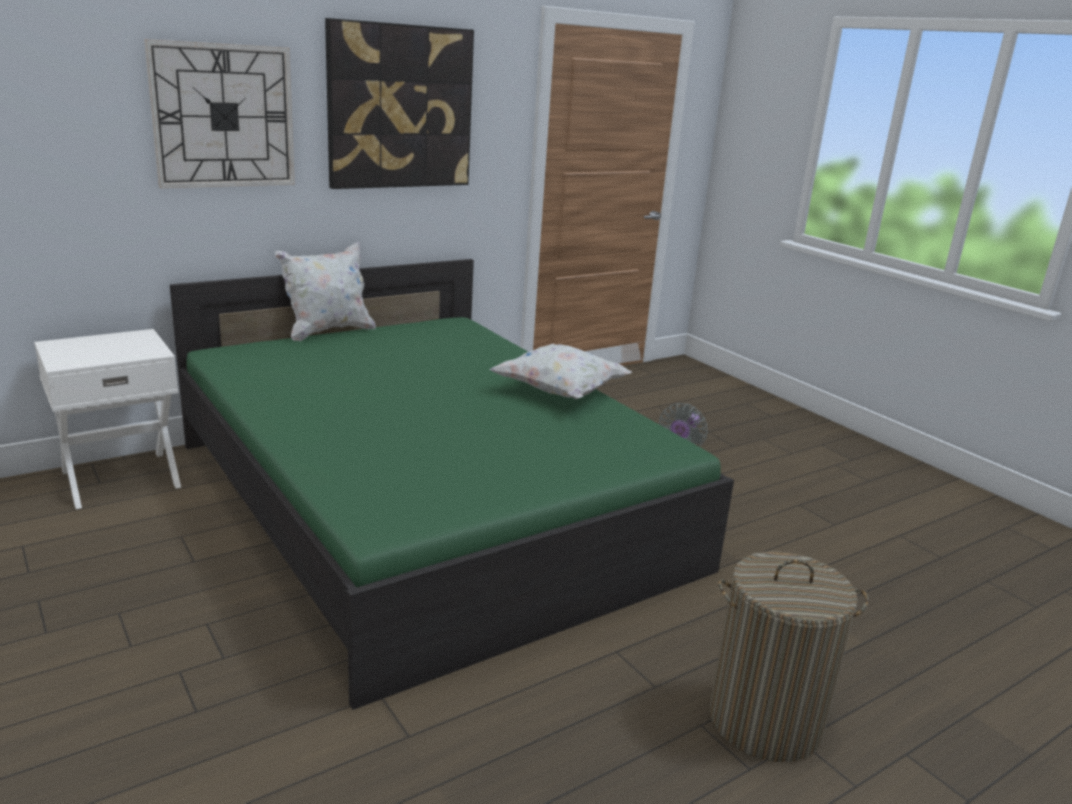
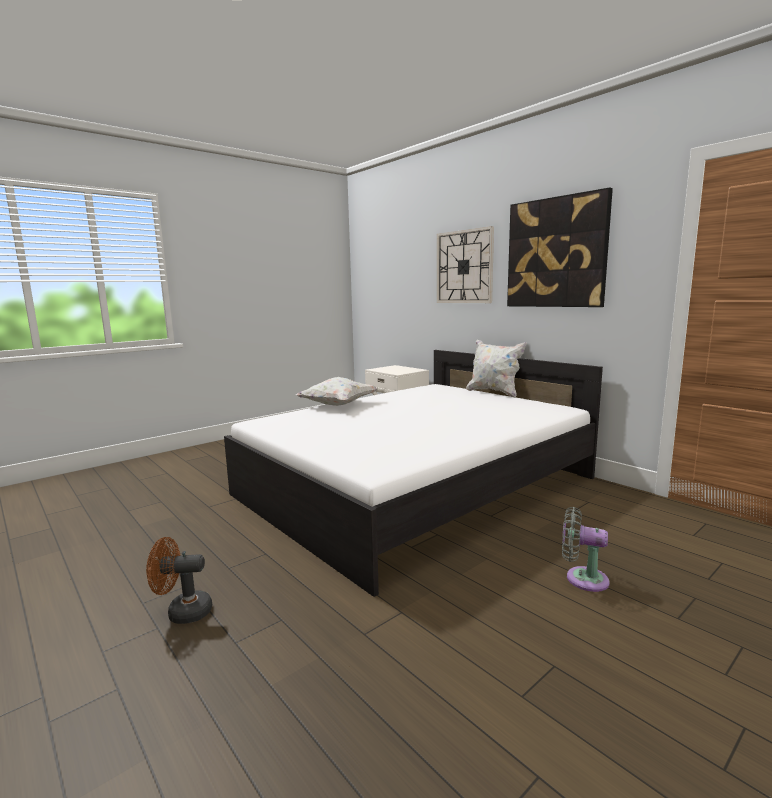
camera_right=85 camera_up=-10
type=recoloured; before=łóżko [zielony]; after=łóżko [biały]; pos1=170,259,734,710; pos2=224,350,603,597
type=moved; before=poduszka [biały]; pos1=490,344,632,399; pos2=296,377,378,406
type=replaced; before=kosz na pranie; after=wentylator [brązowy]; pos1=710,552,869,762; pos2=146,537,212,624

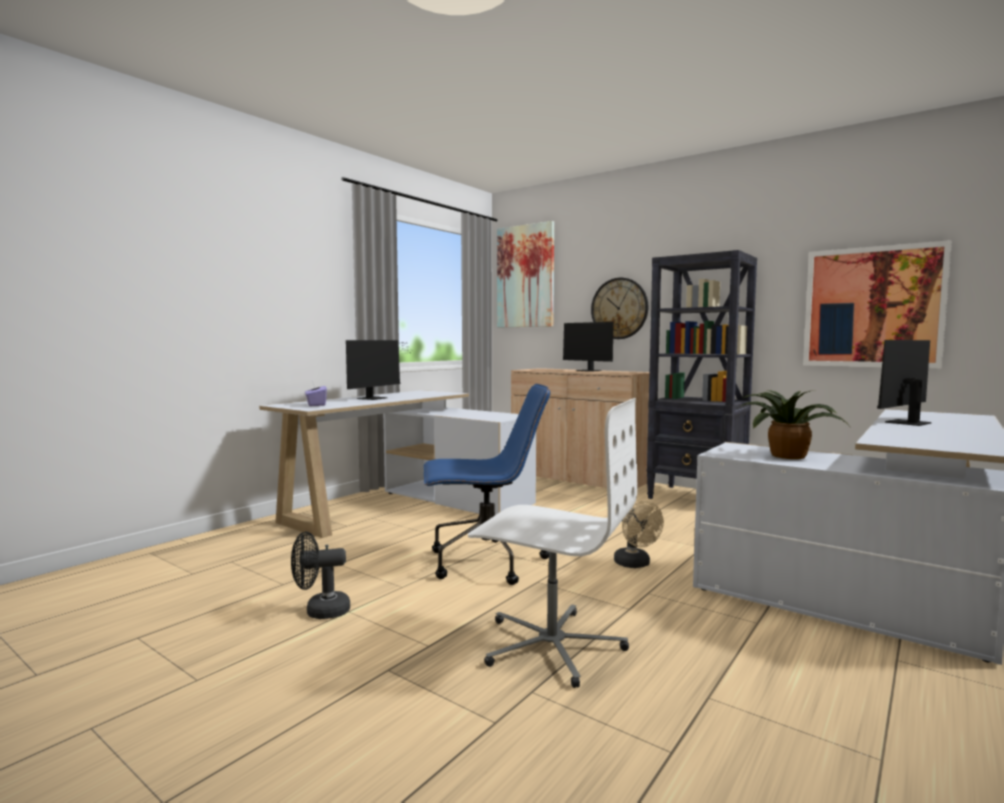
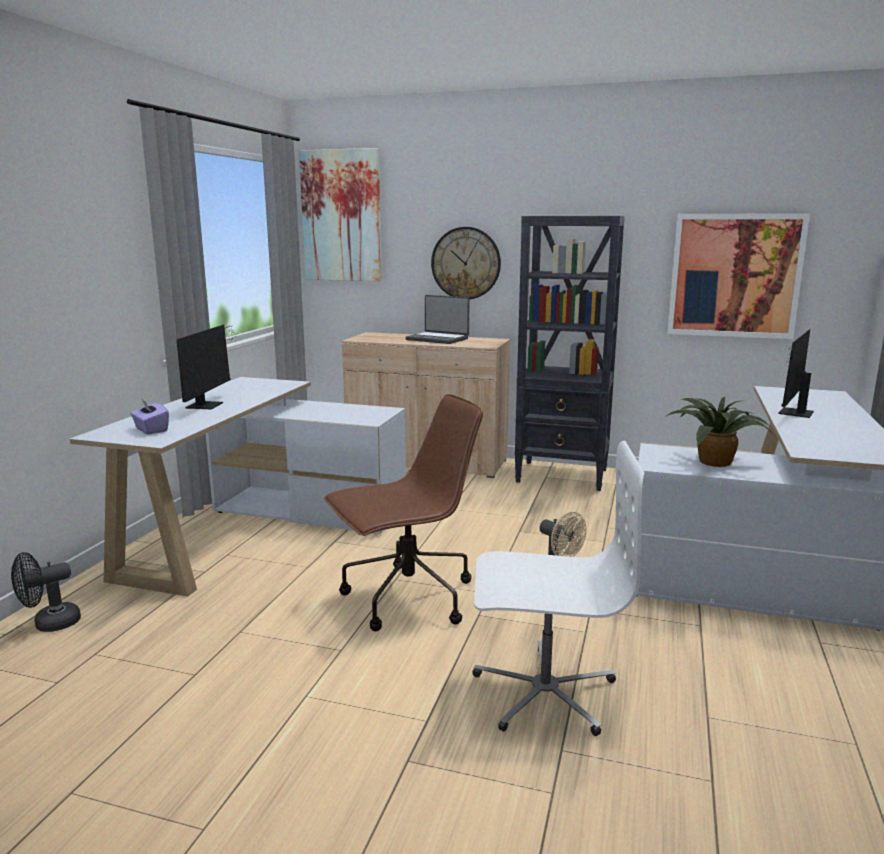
camera_right=-20 camera_up=10
type=replaced; before=monitor; after=laptop; pos1=563,322,627,372; pos2=405,295,470,344
type=recoloured; before=krzesło biurowe [niebieski]; after=krzesło biurowe [brązowy]; pos1=424,384,550,585; pos2=324,394,483,631
type=moved; before=wentylator [czarny]; pos1=291,532,350,619; pos2=11,552,81,632

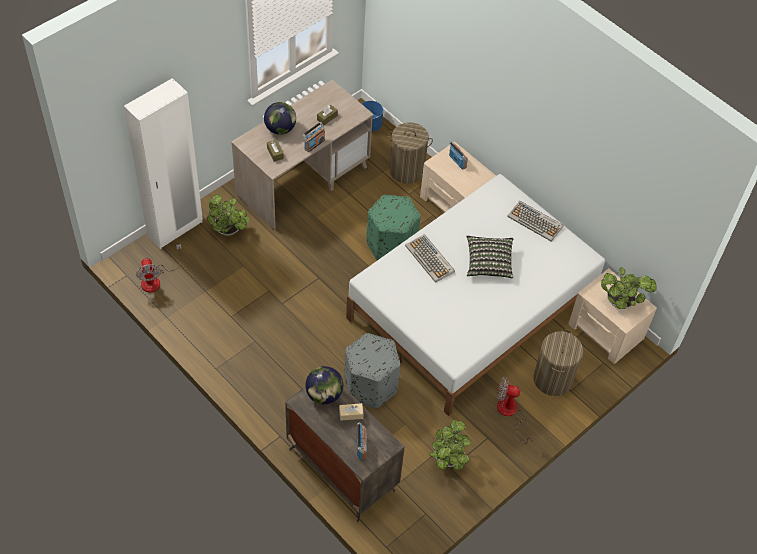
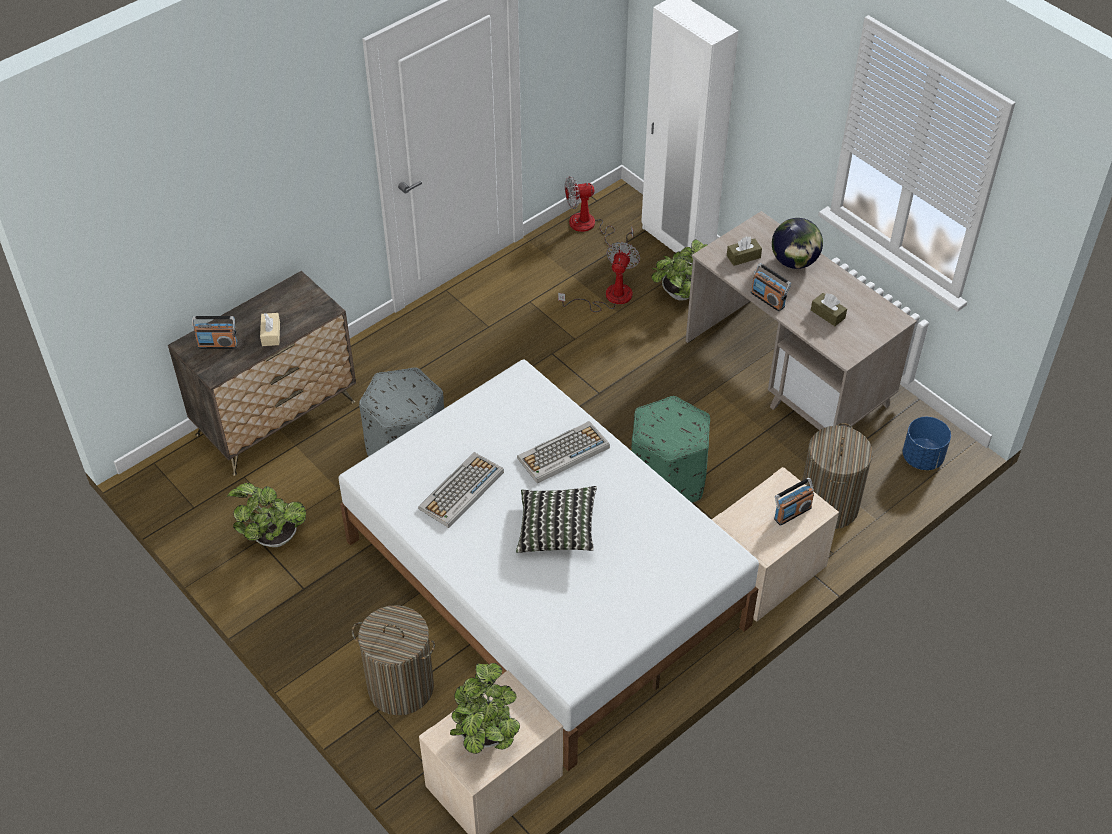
camera_right=95 camera_up=-5
type=moved; before=klawiatura; pos1=507,201,564,242; pos2=418,452,504,528
type=removed; before=globus; pos1=305,366,343,404
type=moved; before=wentylator; pos1=497,376,534,444; pos2=558,242,640,312

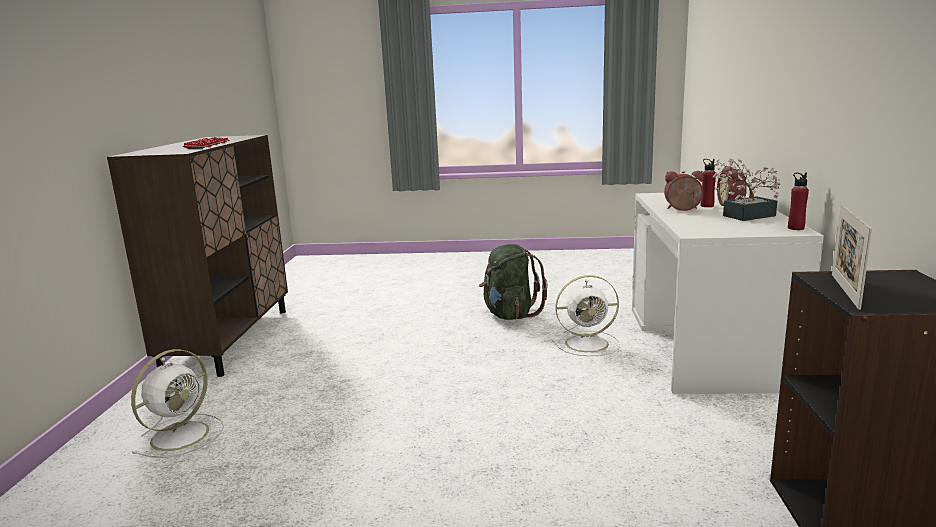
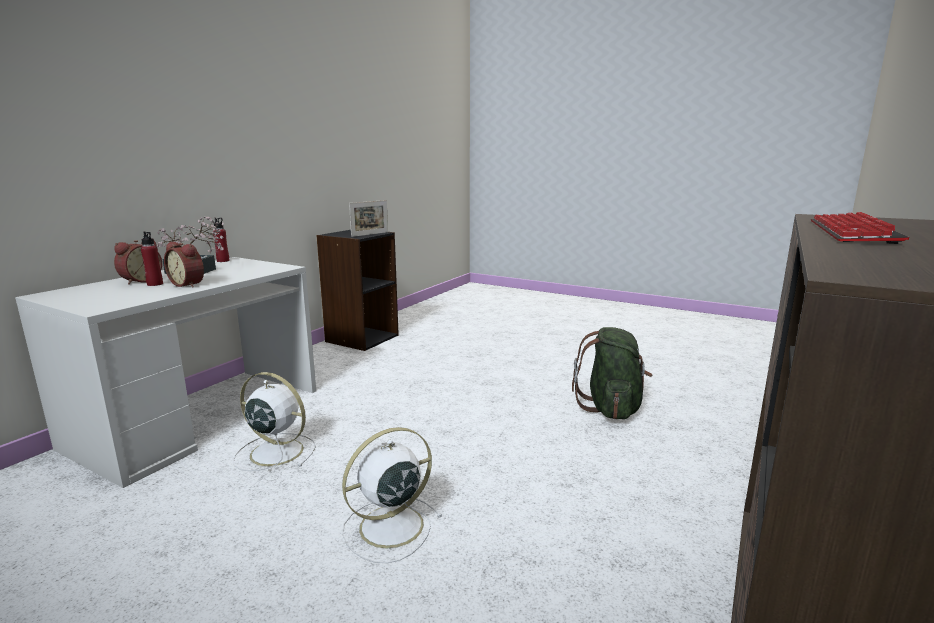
camera_right=-155 camera_up=0
type=moved; before=plecak [zielony]; pos1=479,244,548,320; pos2=572,327,652,419
type=moved; before=wentylator [biały]; pos1=131,349,224,458; pos2=342,427,443,563

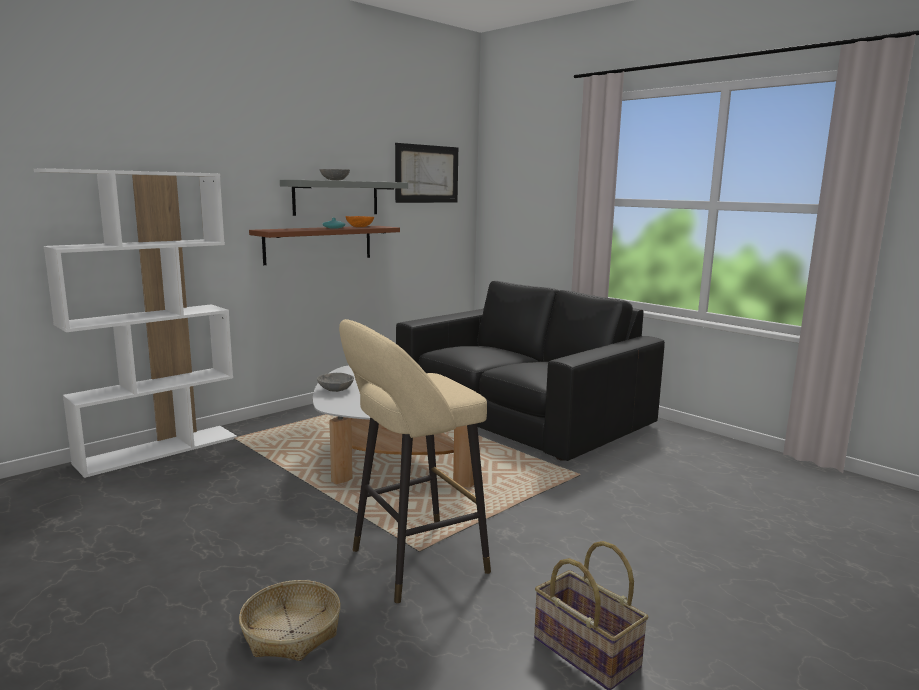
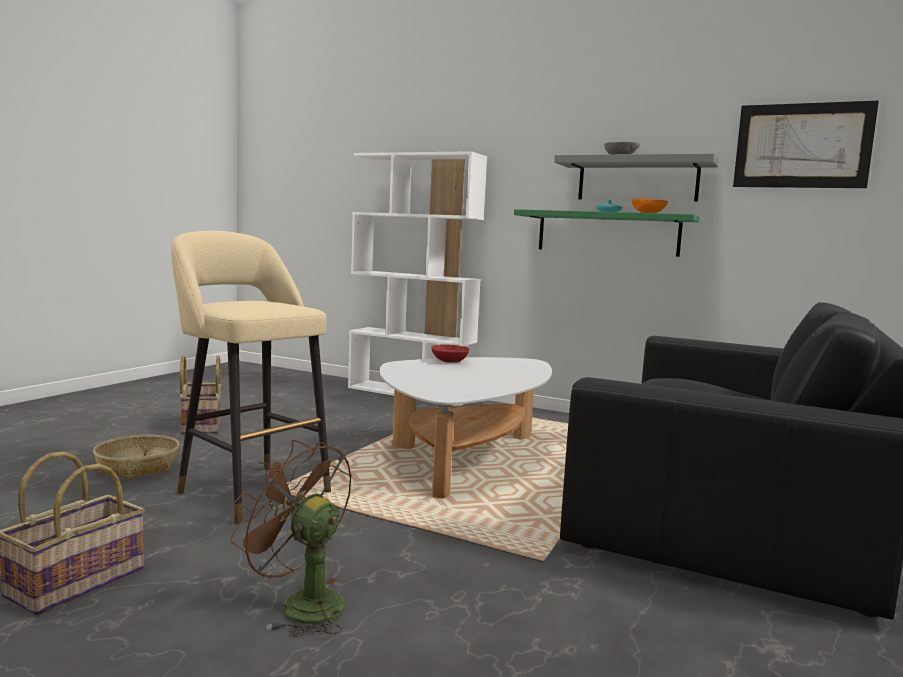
camera_right=70 camera_up=-5
type=recoloured; before=półka [brązowy]; after=półka [zielony]; pos1=249,226,400,265; pos2=514,209,699,257
type=recoloured; before=miska [szary]; after=miska [czerwony]; pos1=317,373,354,392; pos2=431,344,470,363
type=added; after=koszyk; pos2=179,356,222,434
type=added; after=wentylator [brązowy]; pos2=230,440,352,637

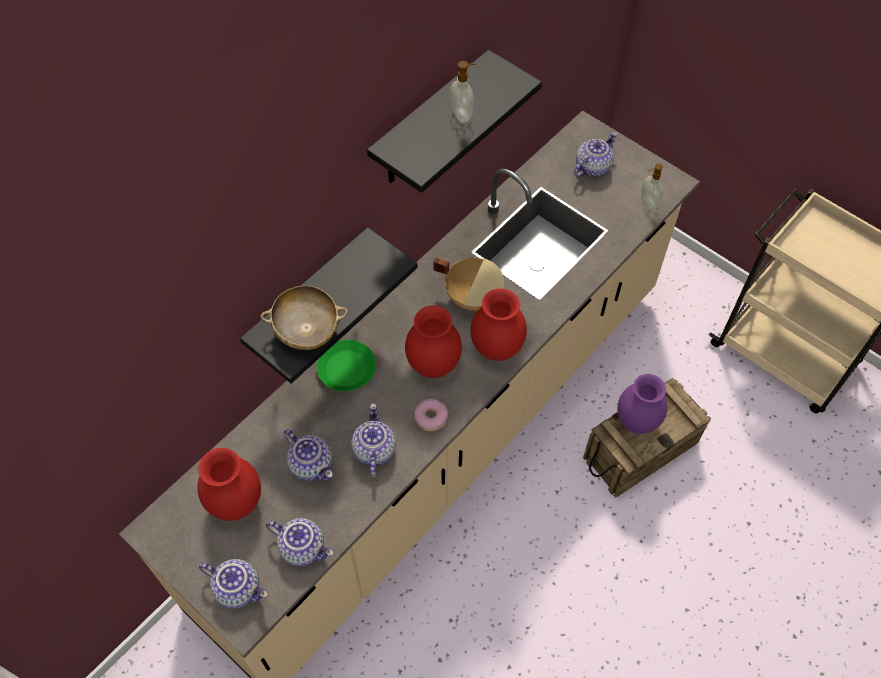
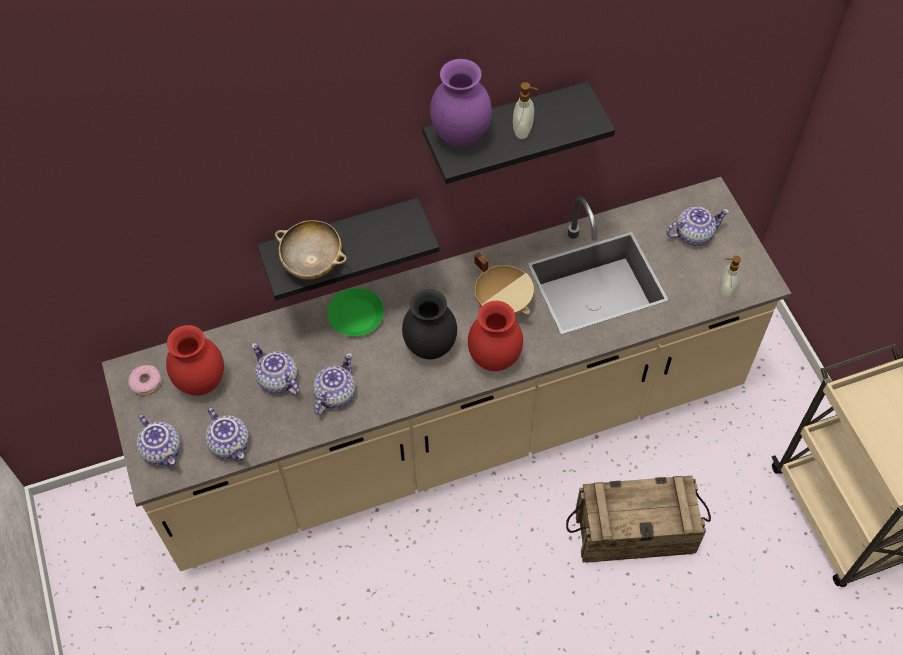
camera_right=30 camera_up=0
type=recoloured; before=wazon [czerwony]; after=wazon [czarny]; pos1=405,306,462,378; pos2=402,289,457,359
type=moved; before=wazon [fioletowy]; pos1=617,374,667,434; pos2=430,59,492,147
type=moved; before=donut; pos1=414,399,448,431; pos2=128,365,162,395
type=turned; before=imbryk; pos1=284,429,333,481; pos2=251,343,300,395; turn=150

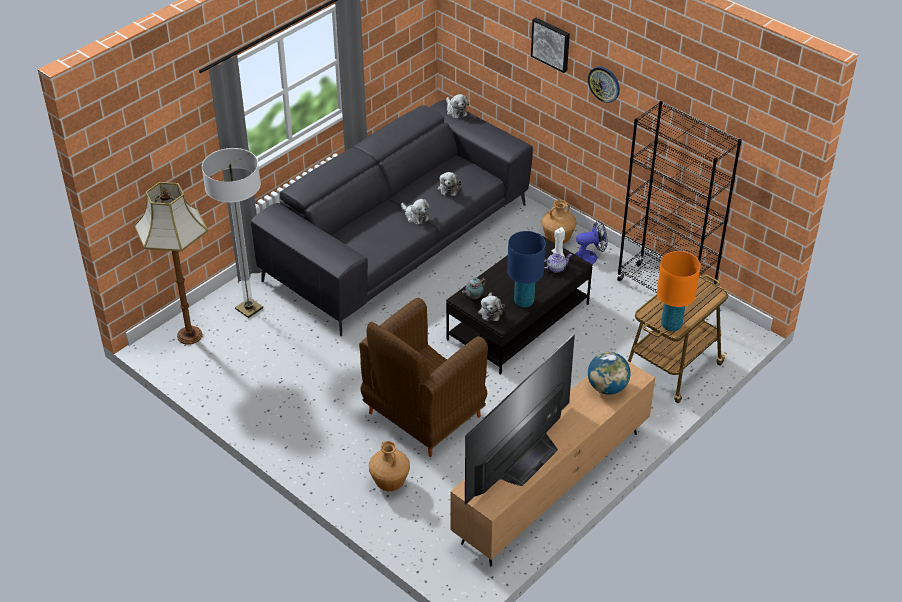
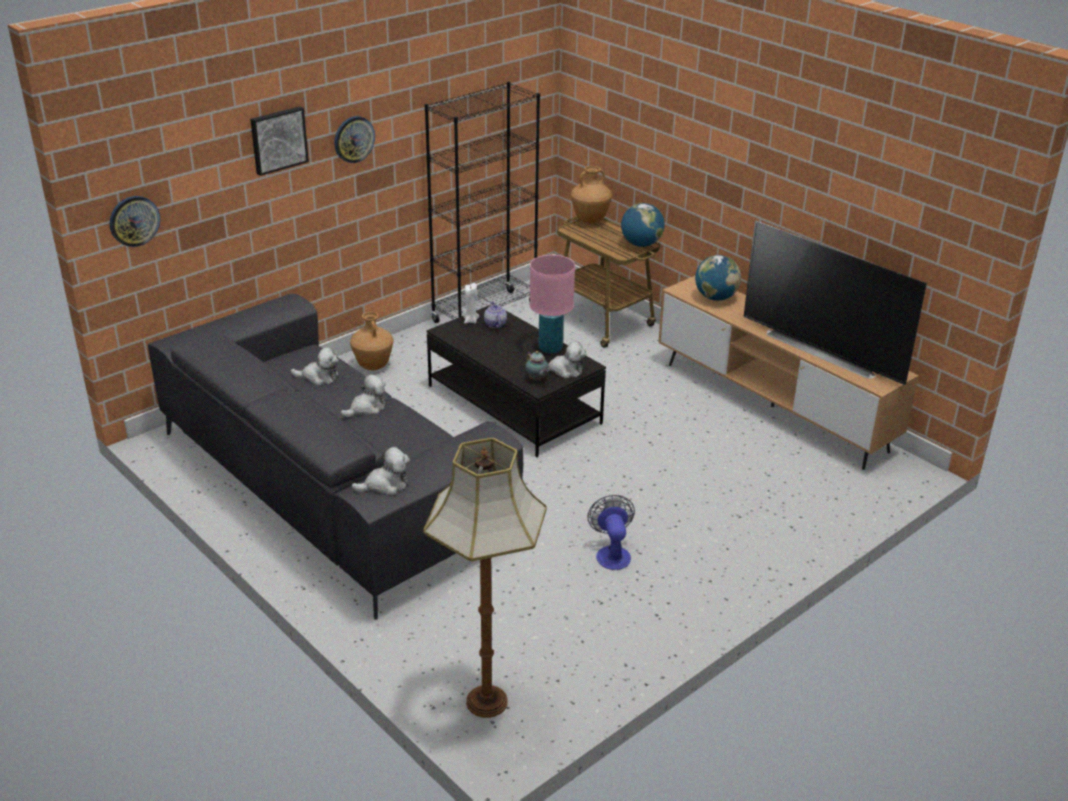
camera_right=-85 camera_up=-10
type=moved; before=pluszak; pos1=446,94,469,119; pos2=351,447,410,495
type=removed; before=lampa stojąca; pos1=202,148,263,318
type=moved; before=wentylator; pos1=575,221,607,264; pos2=588,495,635,570
type=recoloured; before=lampa stołowa [niebieski]; after=lampa stołowa [różowy]; pos1=507,231,546,307; pos2=530,255,575,353
type=replaced; before=lampa stołowa [pomarańczowy]; after=globus; pos1=657,251,701,331; pos2=621,203,665,247
type=removed; before=fotel [brązowy]; pos1=359,298,488,457
type=moved; before=wazon [brązowy]; pos1=369,441,410,491; pos2=571,166,612,223
type=added; after=zegar ścienny; pos2=110,196,160,247

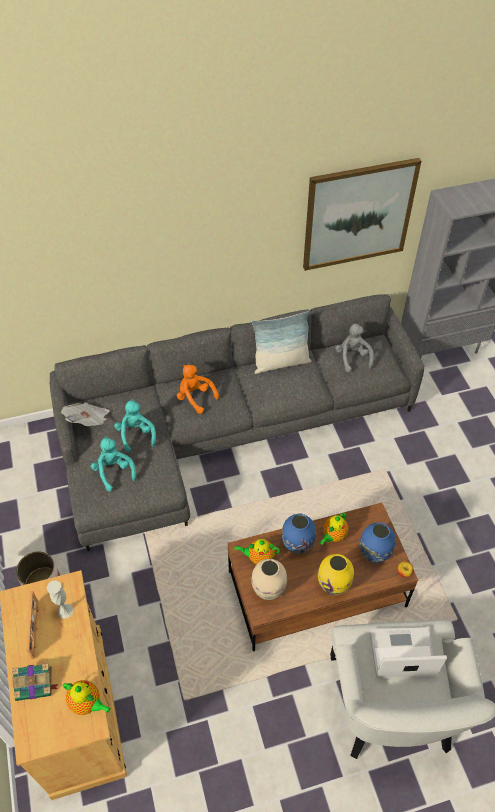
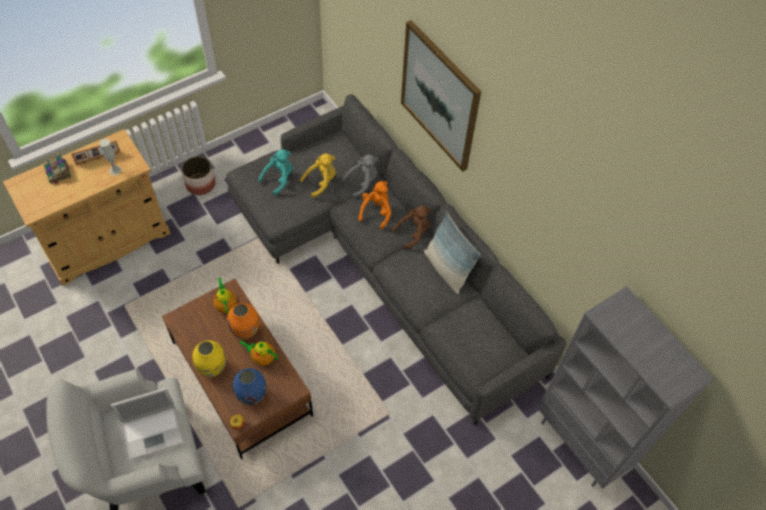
camera_right=70 camera_up=5
type=moved; before=obraz; pos1=303,158,421,271; pos2=401,20,481,172
type=moved; before=pluszak [szary]; pos1=335,323,374,372; pos2=342,155,378,198
type=recoloured; before=pluszak [turkusowy]; after=pluszak [żółty]; pos1=114,399,156,452; pos2=300,153,336,198
type=removed; before=gazeta; pos1=61,402,110,426
type=recoloured; before=wazon [niebieski]; after=wazon [pomarańczowy]; pos1=281,513,316,554; pos2=227,303,260,339
type=removed; before=wazon [beżowy]; pos1=251,559,287,600
type=turned; before=laptop; pos1=369,627,447,677; pos2=111,388,184,460; turn=90
type=removed; before=imbryk; pos1=63,680,111,715
type=added; after=pluszak [brązowy]; pos2=392,205,431,250

